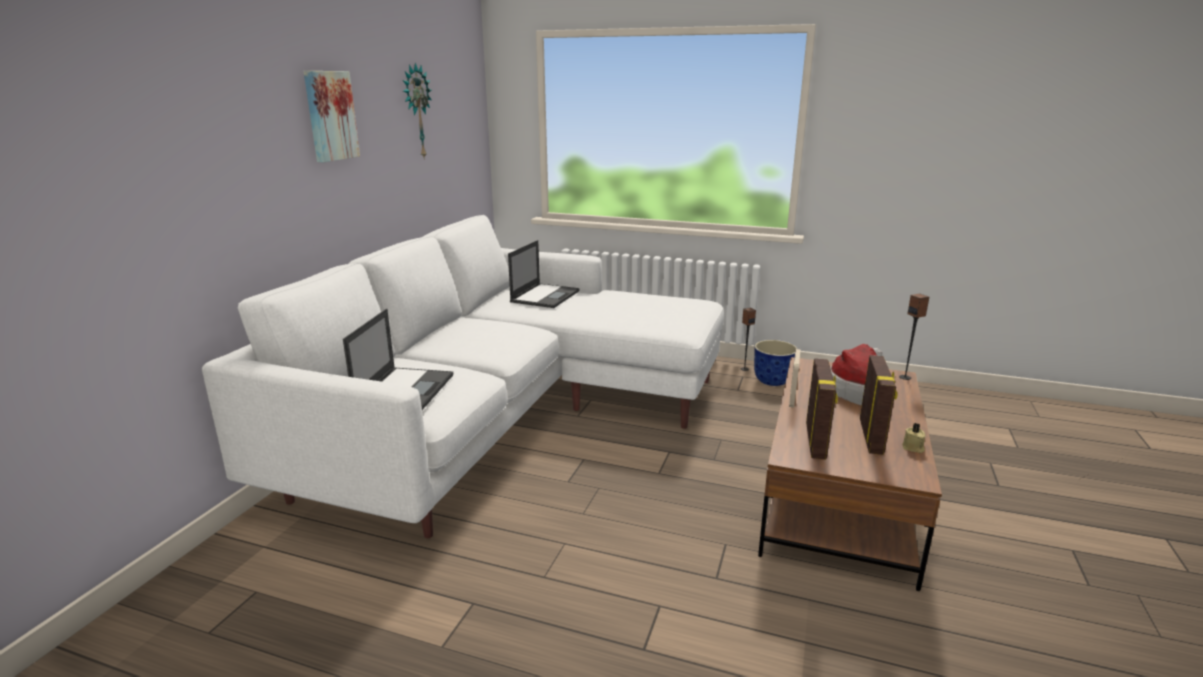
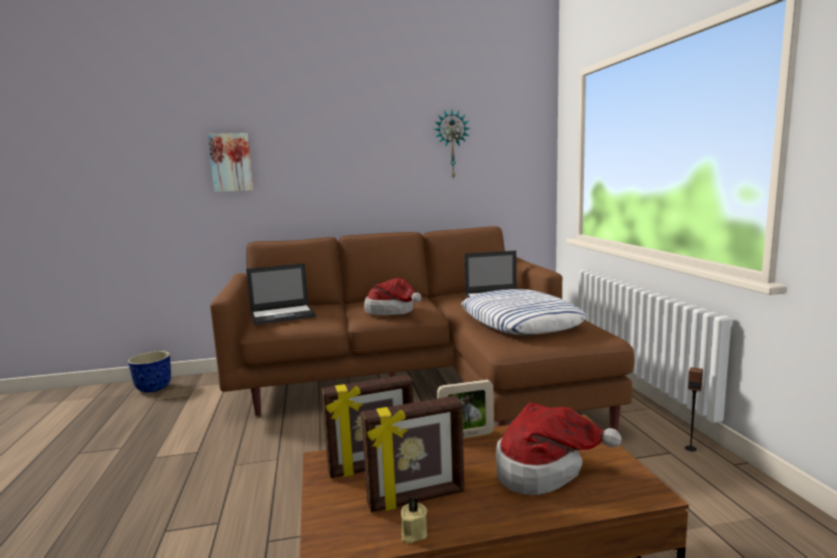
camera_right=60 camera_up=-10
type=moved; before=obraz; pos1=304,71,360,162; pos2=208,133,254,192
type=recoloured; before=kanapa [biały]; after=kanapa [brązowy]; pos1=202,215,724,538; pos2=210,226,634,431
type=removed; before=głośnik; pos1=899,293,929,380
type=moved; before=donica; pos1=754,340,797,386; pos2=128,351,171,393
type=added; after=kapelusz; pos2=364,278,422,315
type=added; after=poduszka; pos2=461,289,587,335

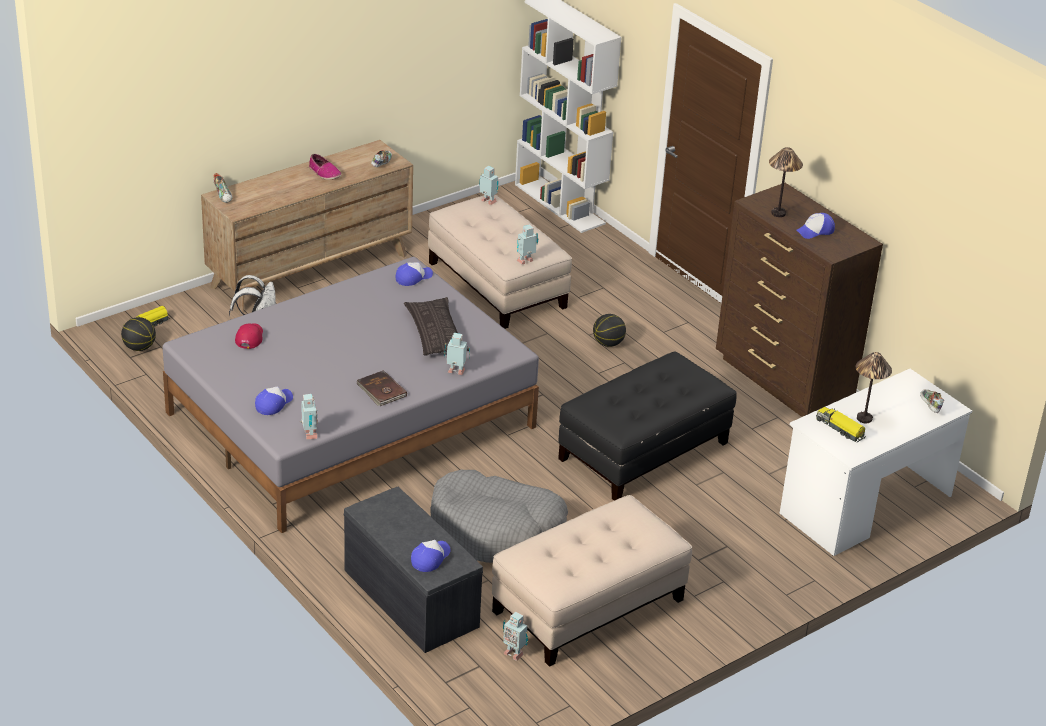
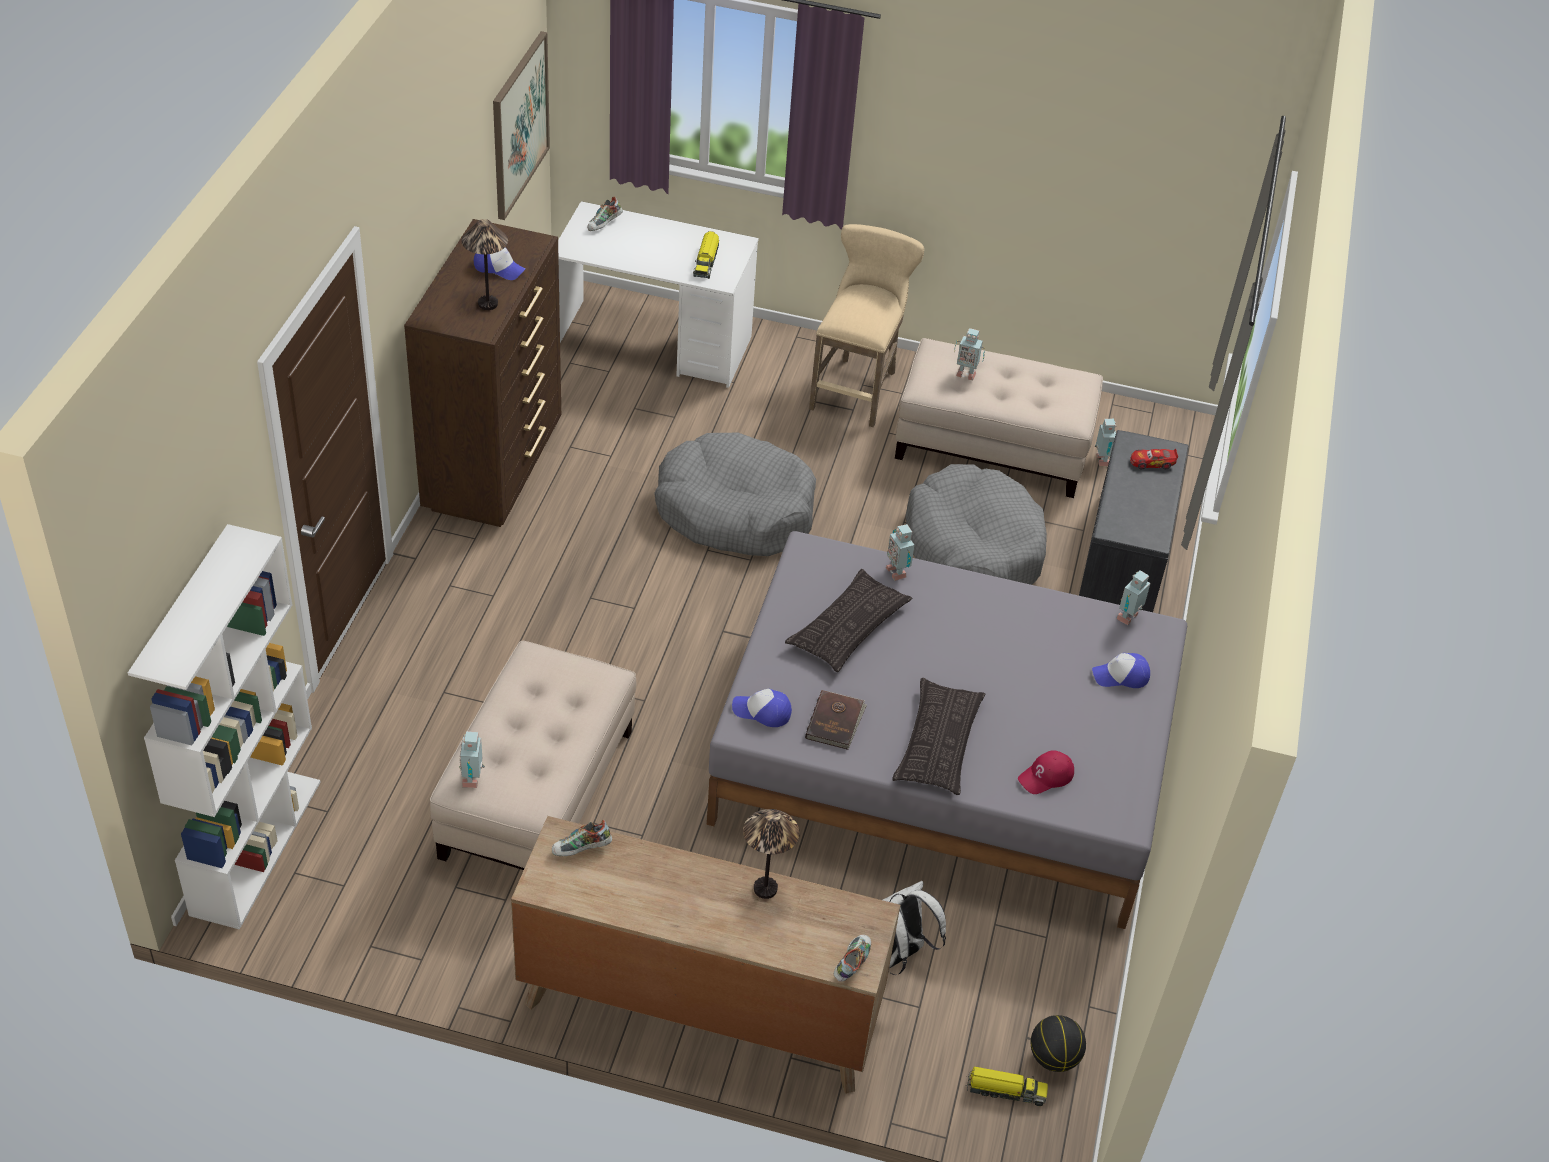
camera_right=-130 camera_up=10
type=removed; before=but; pos1=309,154,341,180
type=moved; before=robot zabawkowy; pos1=517,224,538,265; pos2=954,328,985,380
type=removed; before=piłka do koszykówki; pos1=593,314,626,347
type=replaced; before=pufa [czarny]; after=legowisko [szary]; pos1=558,352,737,501; pos2=654,433,816,556
type=moved; before=lampa stołowa; pos1=856,352,892,423; pos2=743,809,800,899
type=moved; before=książka [brązowy]; pos1=357,370,407,406; pos2=805,690,867,750
type=replaced; before=czapka z daszkiem; after=samochodzik; pos1=411,540,451,572; pos2=1130,449,1178,469
type=added; after=obraz; pos2=493,31,550,220
type=added; after=stołek [beżowy]; pos2=809,224,924,427
type=added; after=poduszka; pos2=892,678,985,795

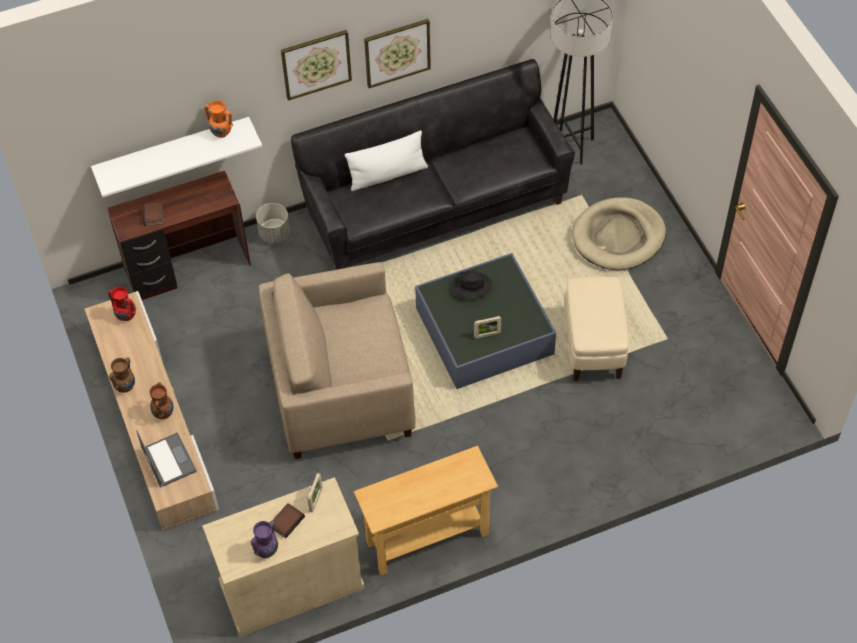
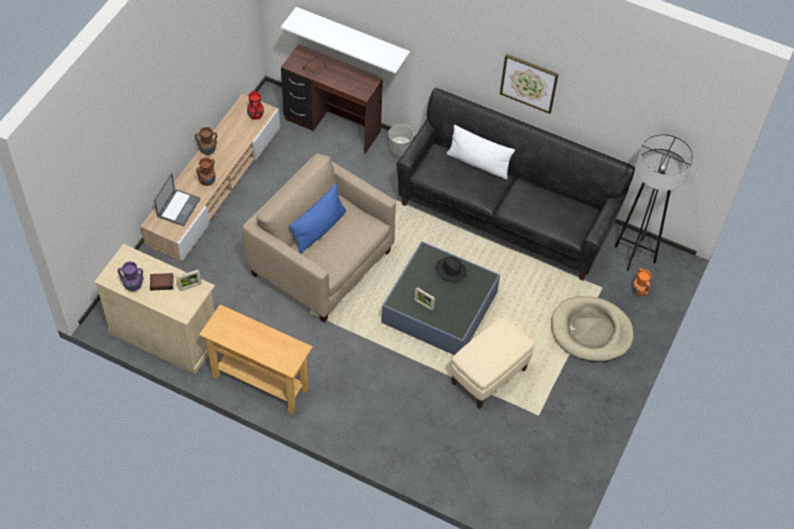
camera_right=45 camera_up=0
type=removed; before=obraz; pos1=281,30,352,101
type=moved; before=wazon [pomarańczowy]; pos1=204,100,233,138; pos2=632,268,651,296
type=added; after=poduszka [niebieski]; pos2=289,184,346,254

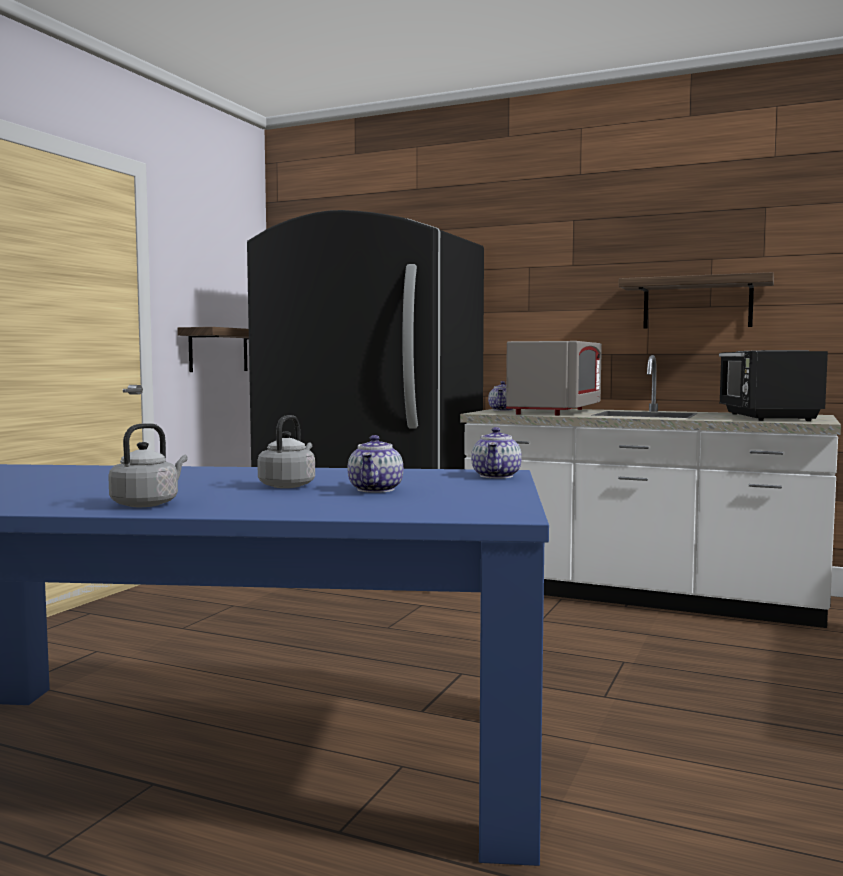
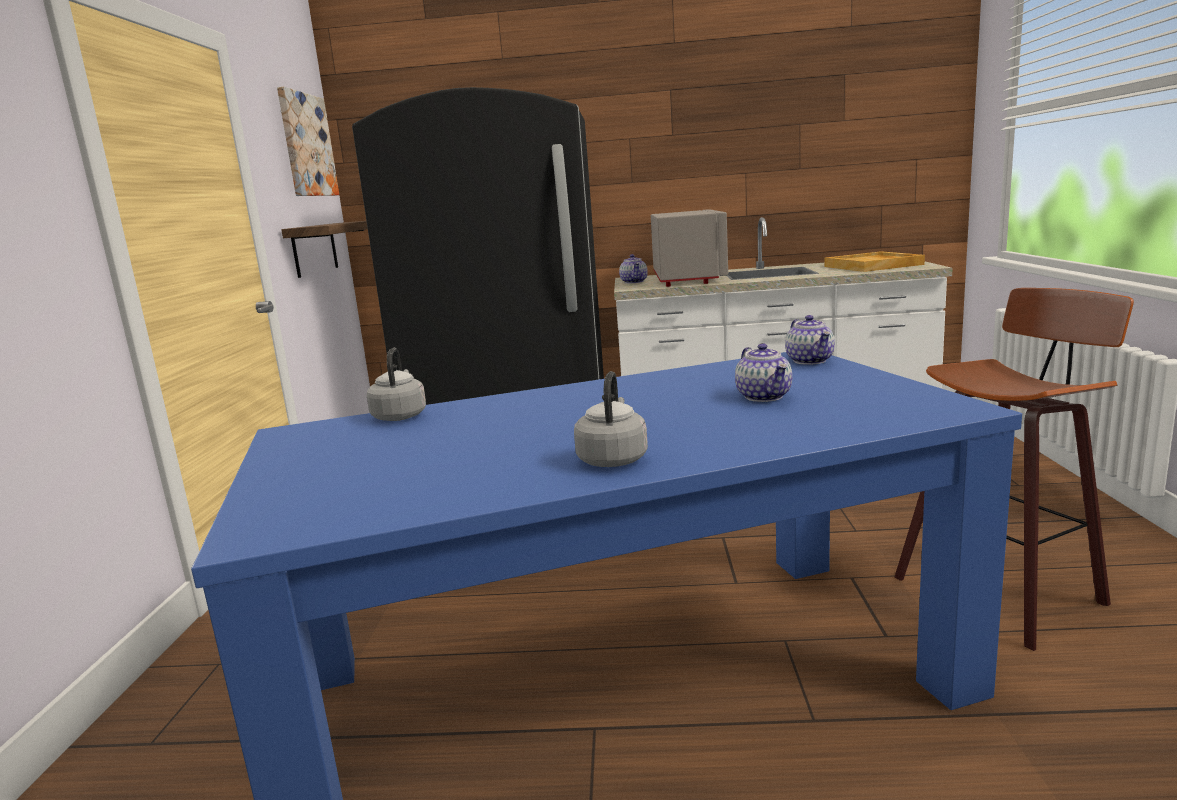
camera_right=-20 camera_up=10
type=removed; before=półka; pos1=619,272,774,329
type=replaced; before=mikrofalówka [czarny]; after=taca [beżowy]; pos1=719,350,828,421; pos2=824,251,925,272
type=moved; before=czajnik [szary]; pos1=257,415,315,488; pos2=367,348,426,421
type=added; after=obraz; pos2=277,87,339,196
type=added; after=stołek; pos2=894,288,1134,651

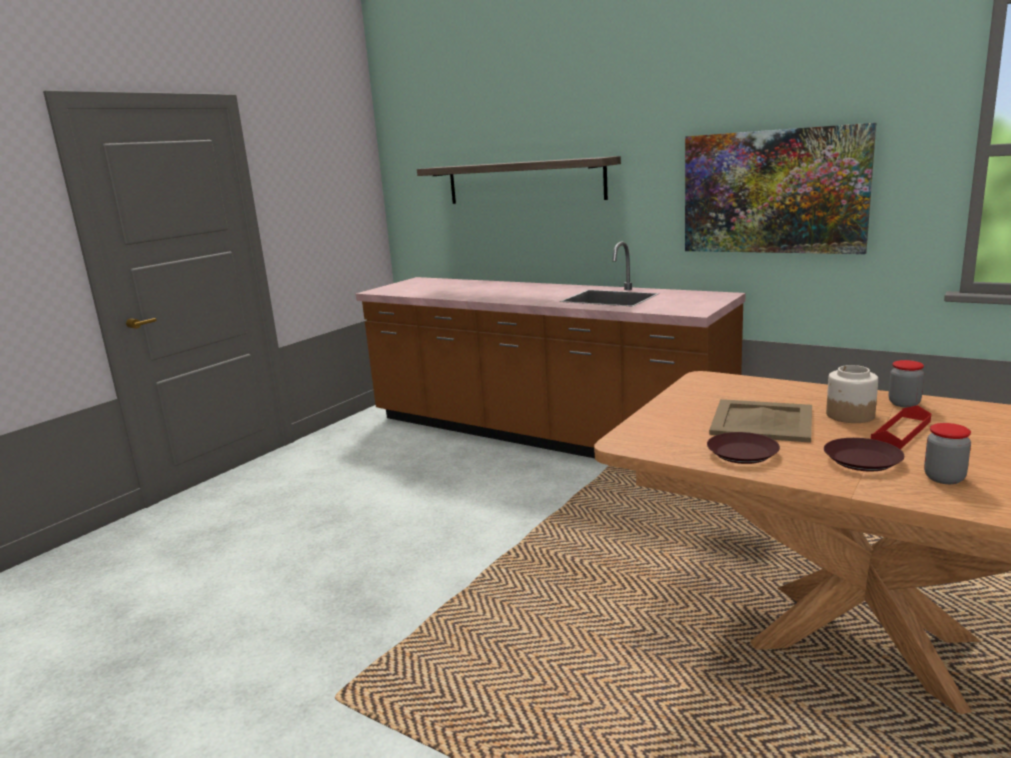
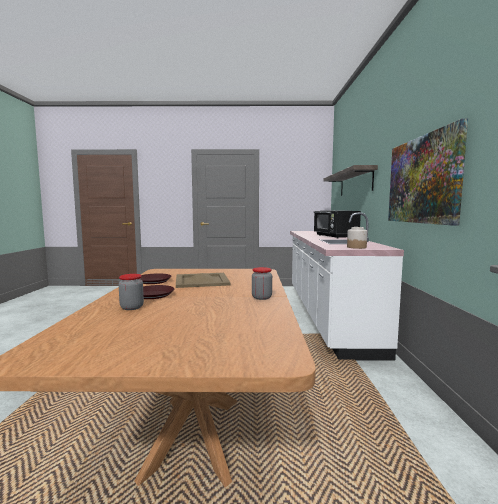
camera_right=55 camera_up=-10
type=recoloured; before=zabudowa kuchenna [brązowy]; after=zabudowa kuchenna [biały]; pos1=356,241,746,458; pos2=290,212,404,361
type=moved; before=słoik; pos1=826,365,878,423; pos2=347,227,367,249
type=removed; before=taca [czerwony]; pos1=871,405,931,449
type=added; after=mikrofalówka [czarny]; pos2=314,210,361,239

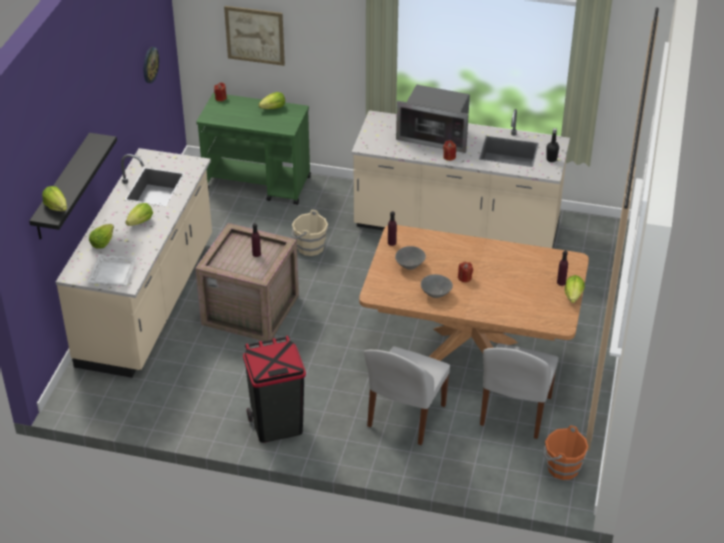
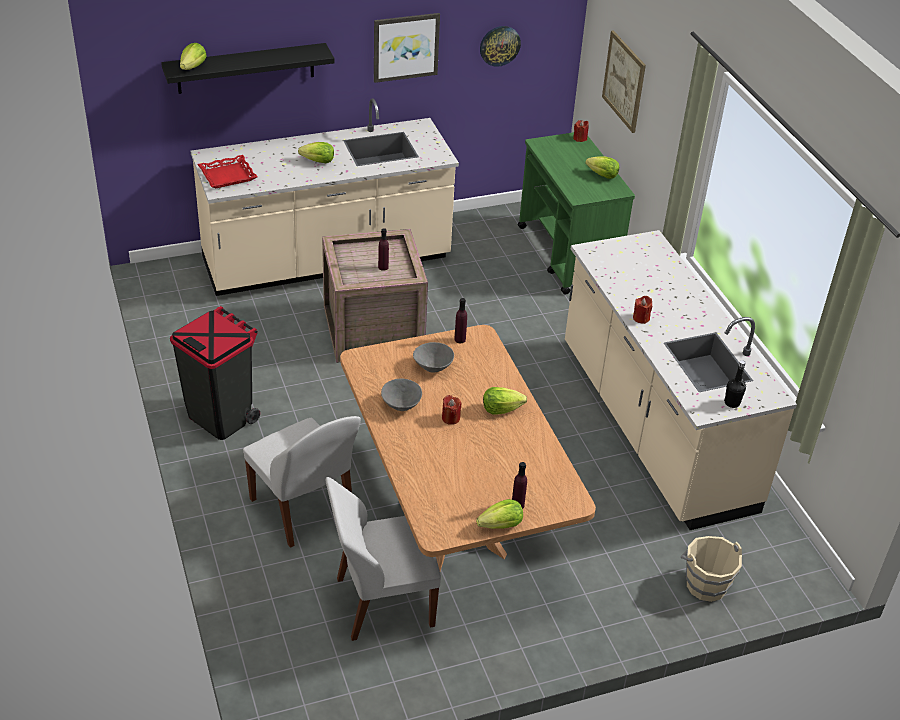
camera_right=55 camera_up=0
type=removed; before=mikrofalówka; pos1=396,84,470,153
type=moved; before=wiadro [beżowy]; pos1=291,210,328,256; pos2=681,536,742,602
type=moved; before=sałata; pos1=89,224,114,249; pos2=483,387,527,415
type=recoloured; before=taca [biały]; after=taca [czerwony]; pos1=87,254,137,286; pos2=197,155,258,188
type=turned; before=krzesło [biały]; pos1=364,346,450,445; pos2=243,416,361,548; turn=-120
type=removed; before=wiadro [pomarańczowy]; pos1=543,425,588,480
type=added; after=obraz; pos2=374,13,440,83

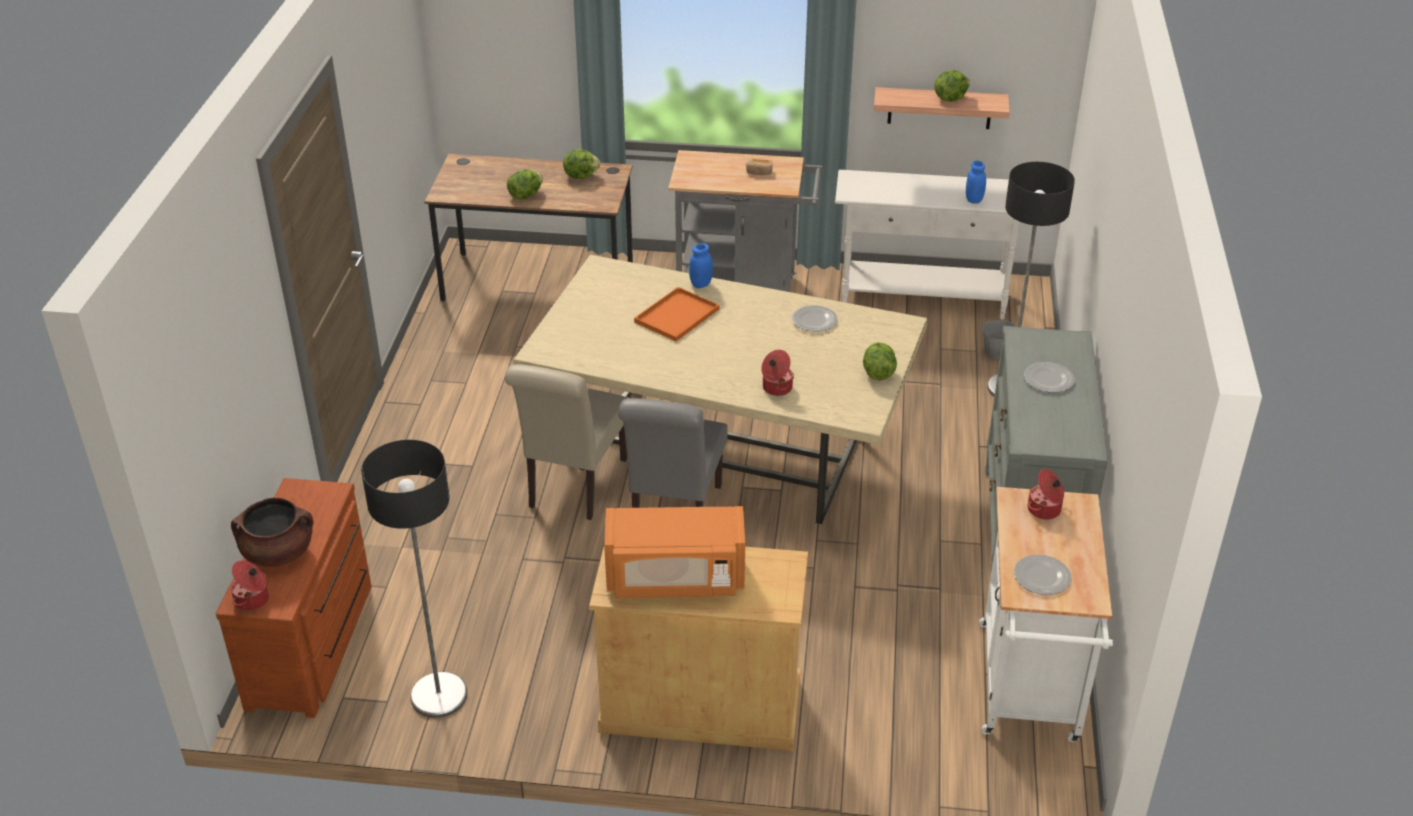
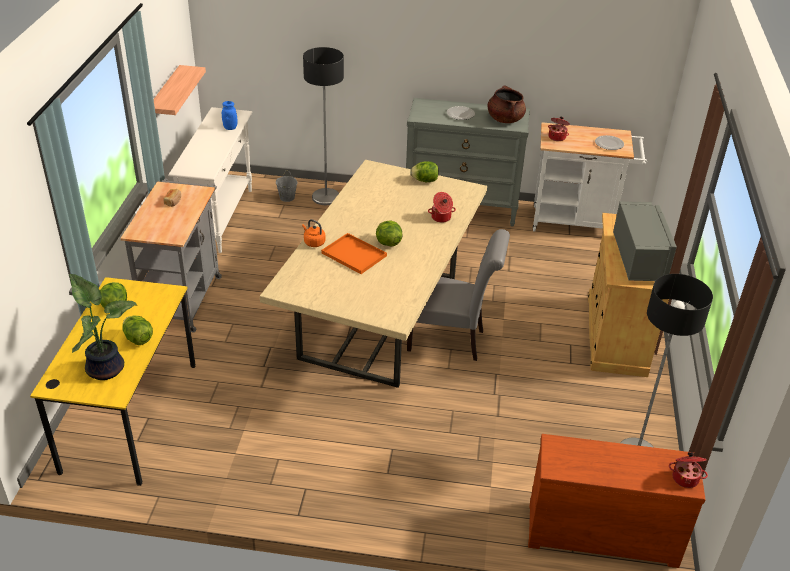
camera_right=-90 camera_up=0
type=moved; before=sałata; pos1=934,70,970,102; pos2=376,220,403,247
type=recoloured; before=biurko [brązowy]; after=biurko [żółty]; pos1=424,154,633,301; pos2=30,277,196,486
type=replaced; before=słoik [niebieski]; after=czajnik [pomarańczowy]; pos1=689,243,713,288; pos2=302,219,326,247
type=removed; before=talerz; pos1=792,305,837,332
type=removed; before=krzesło [beżowy]; pos1=505,364,628,520
type=moved; before=garnek [brązowy]; pos1=231,498,314,567; pos2=488,85,526,123
type=recoloured; before=mikrofalówka [pomarańczowy]; after=mikrofalówka [szary]; pos1=604,506,745,598; pos2=613,201,677,281
type=added; after=roślina doniczkowa; pos2=69,274,138,380

